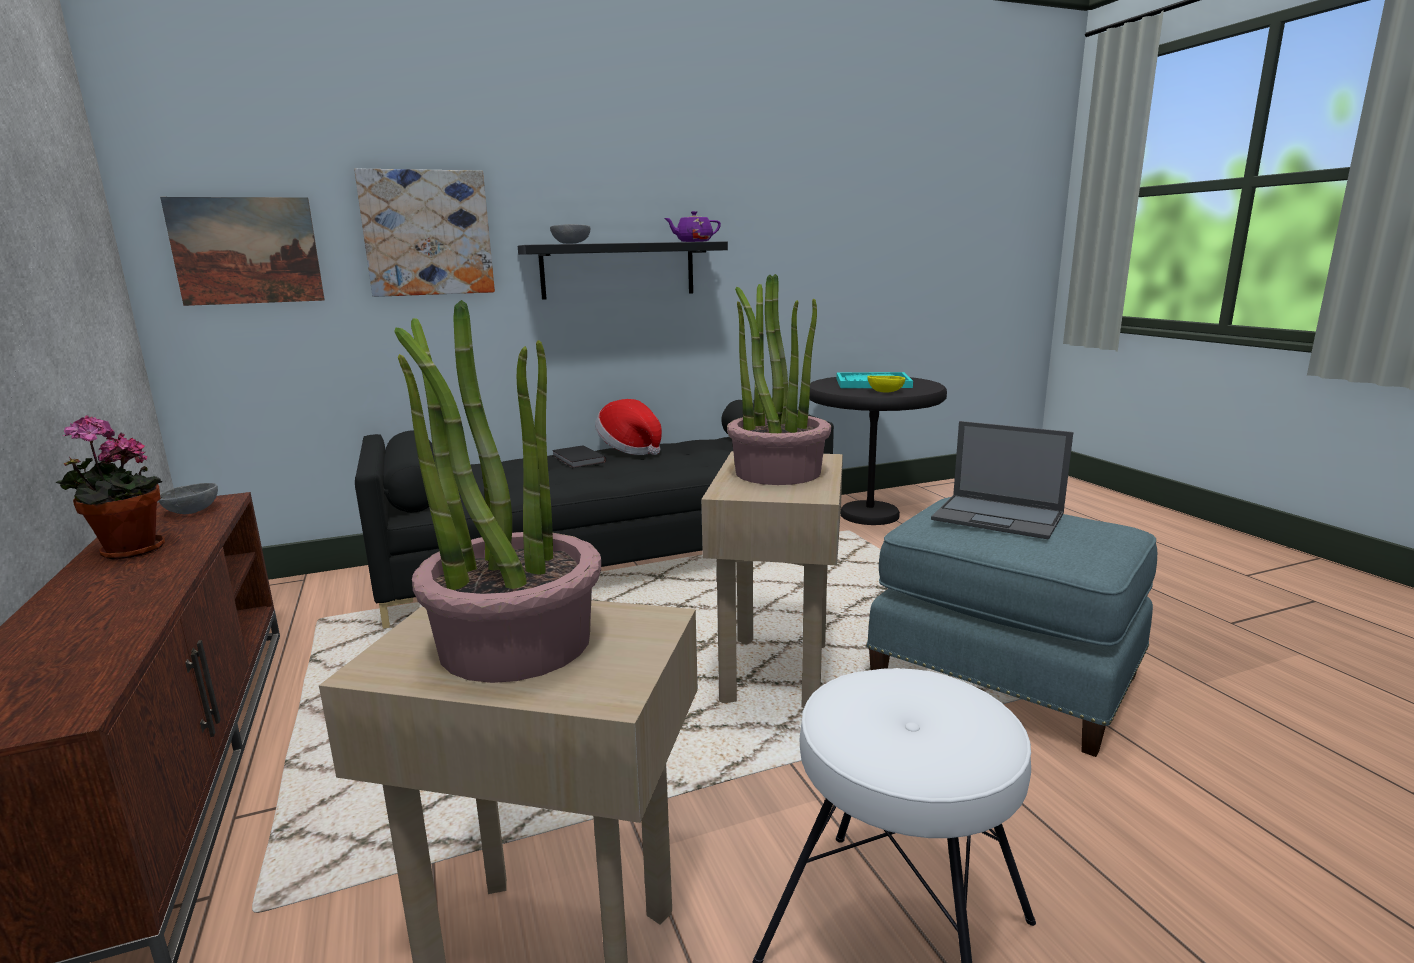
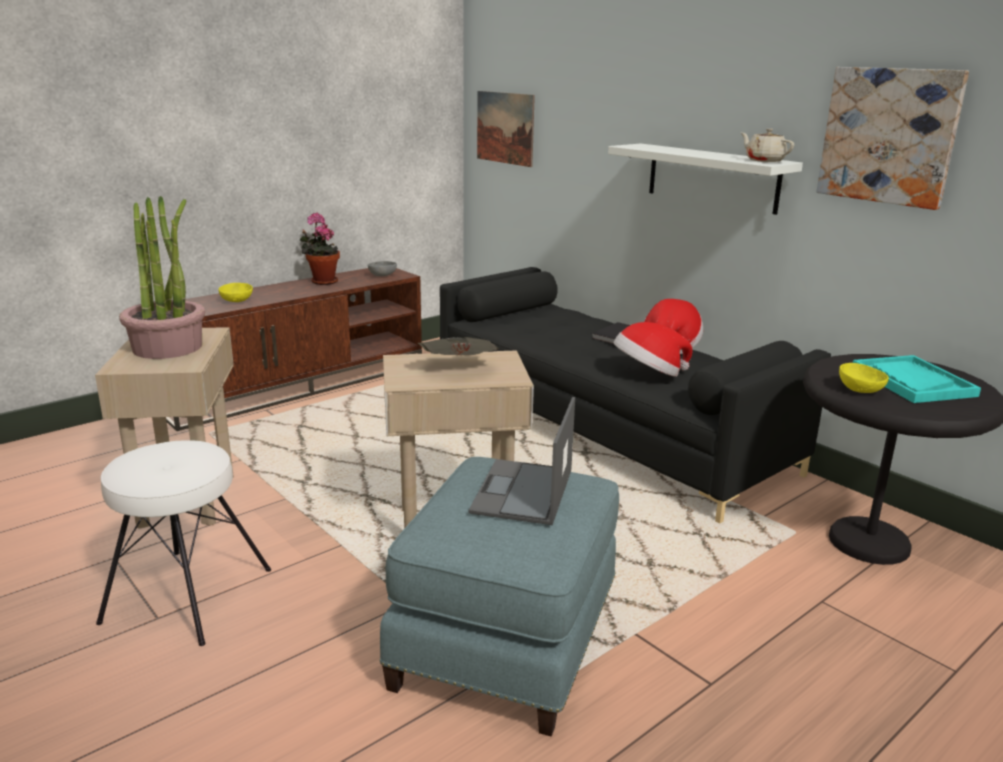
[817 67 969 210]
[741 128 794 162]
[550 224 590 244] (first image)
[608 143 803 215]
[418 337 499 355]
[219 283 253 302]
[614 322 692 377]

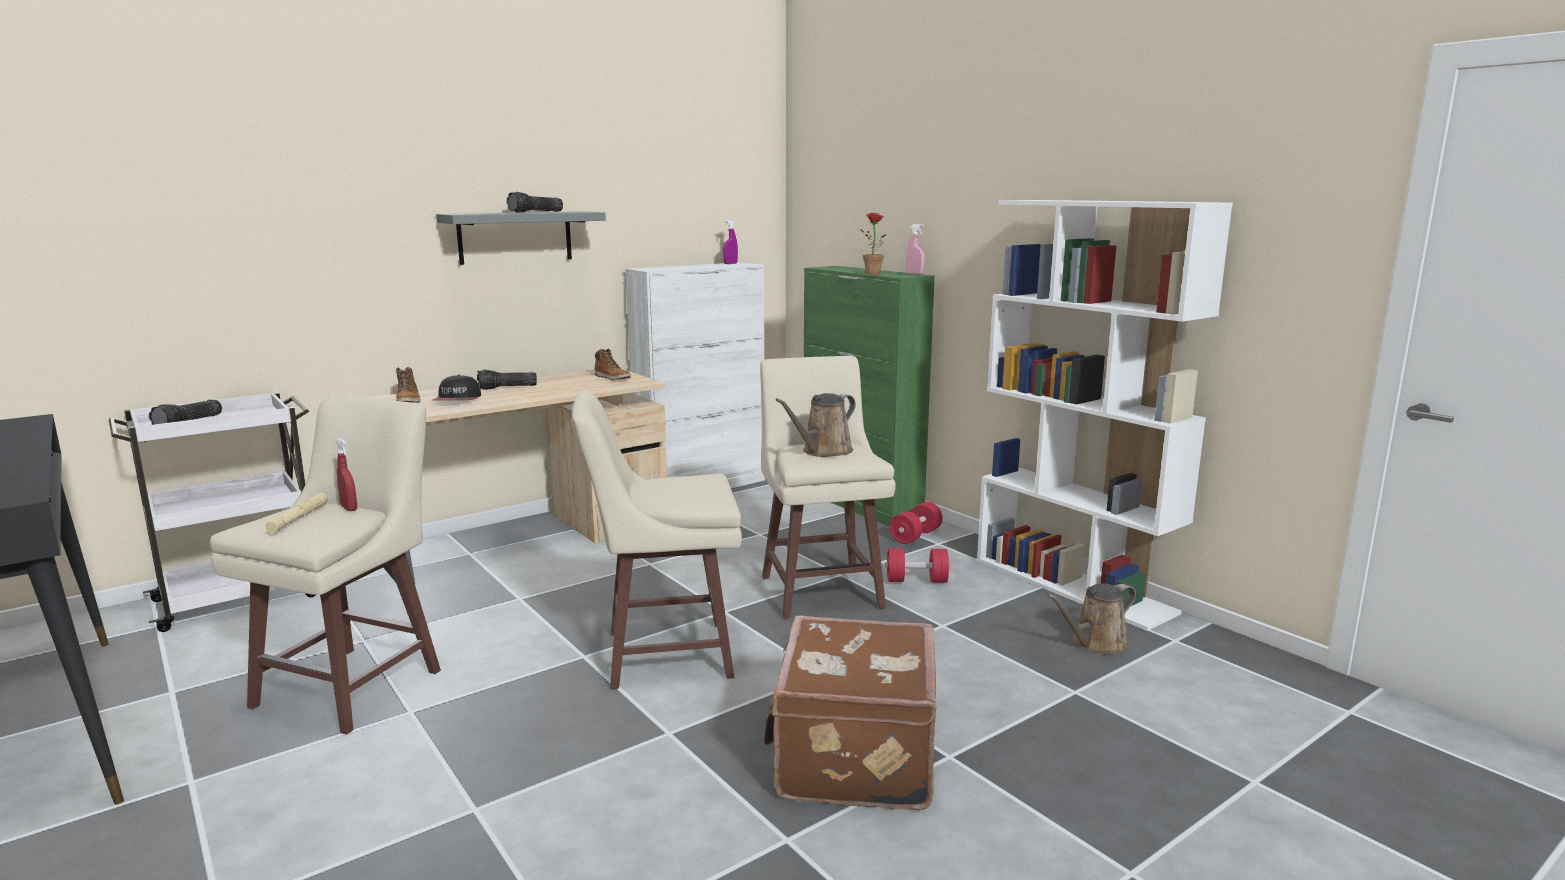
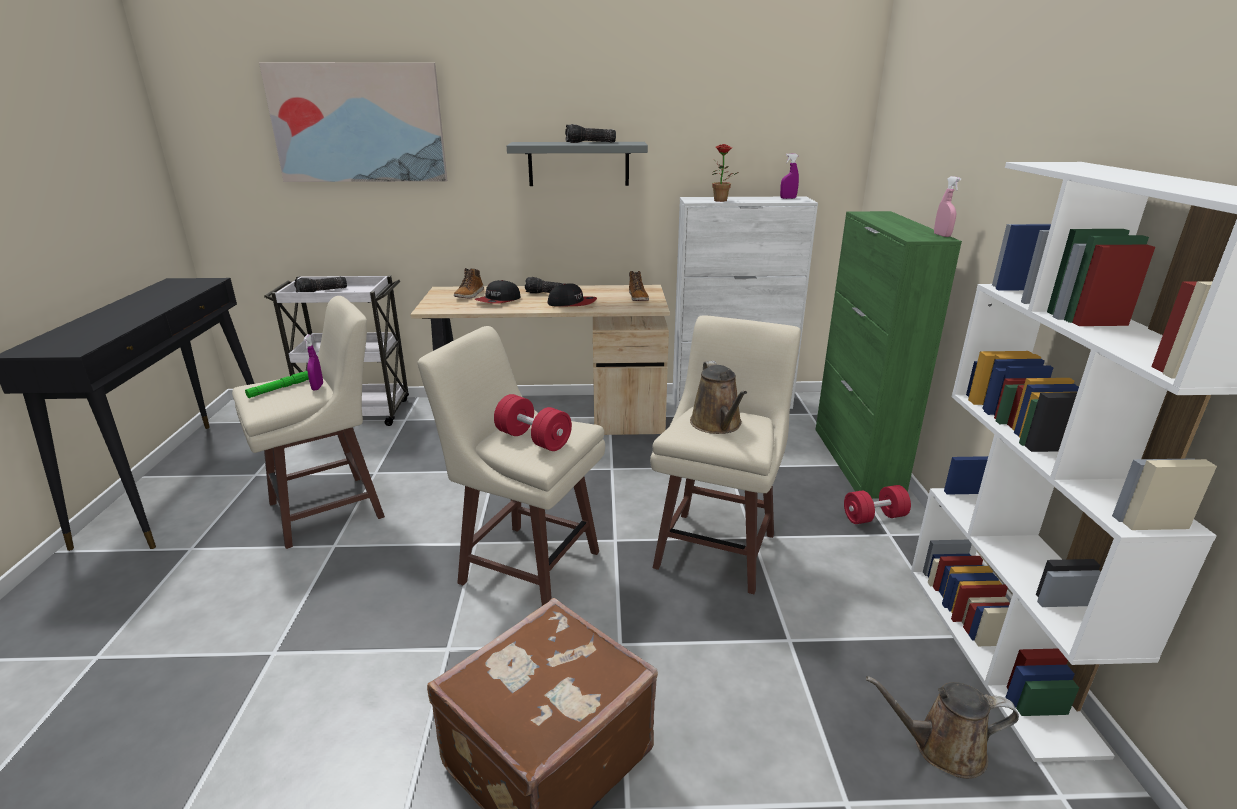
[712 144 739 202]
[690 361 747 434]
[303 334 323 390]
[245 371 309 398]
[494 394 572 451]
[259 62 447 182]
[547 283 597 307]

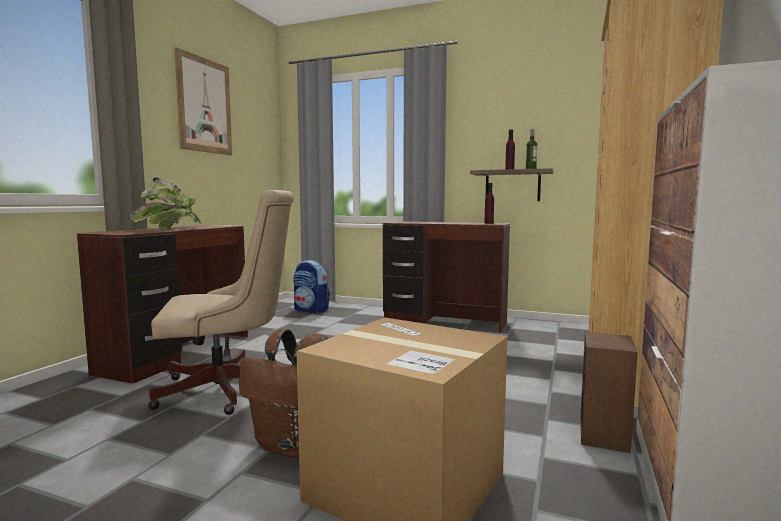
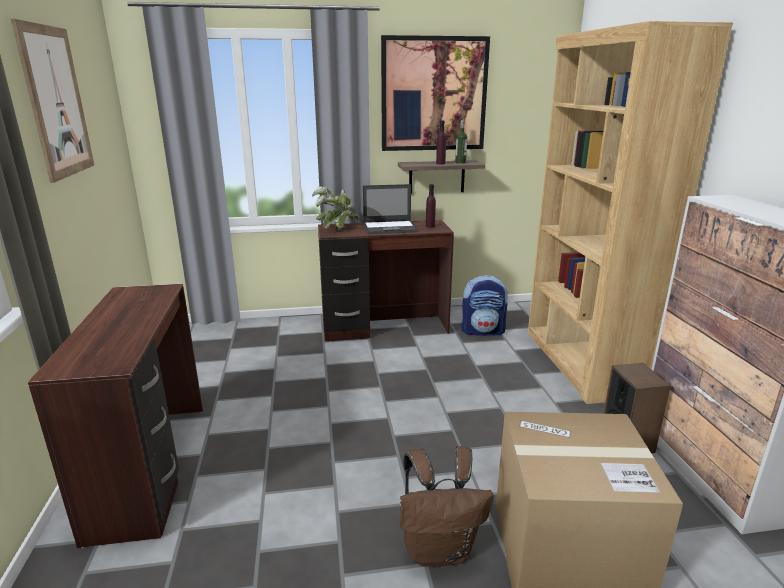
[312 186 359 230]
[148 190 294 415] (first image)
[461 275 508 335]
[381 35 490 151]
[363 184 418 234]

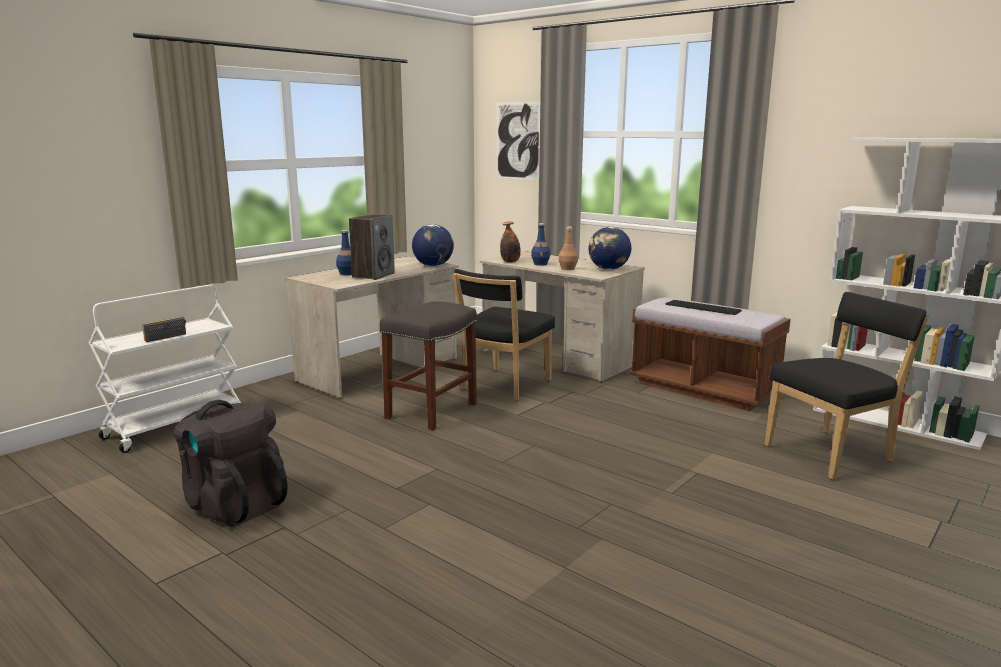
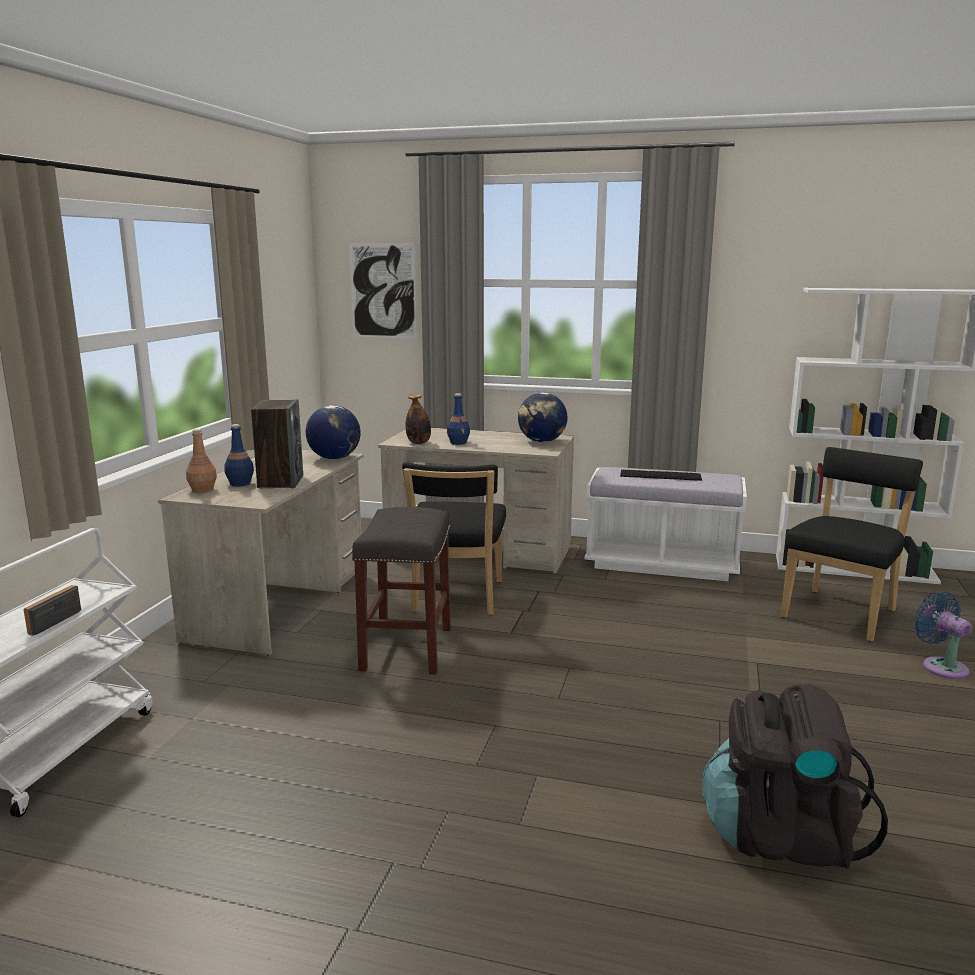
[186 429 217 493]
[584 467 747 581]
[702 684 888 869]
[914 592 972 679]

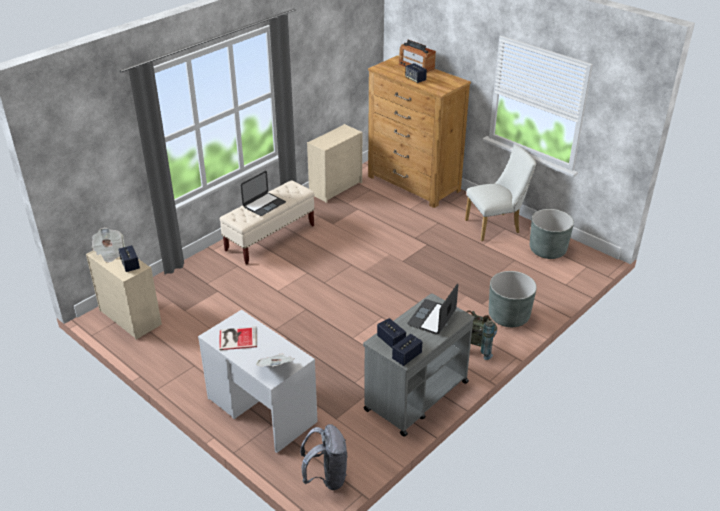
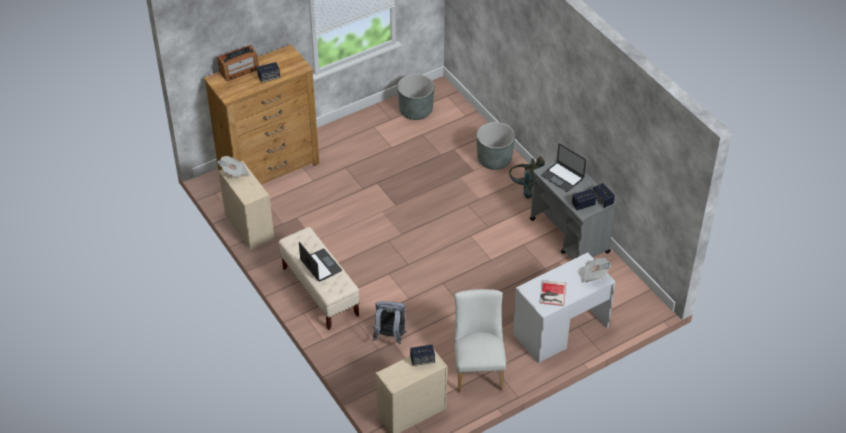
[454 289 506 392]
[218 156 249 177]
[373 301 407 344]

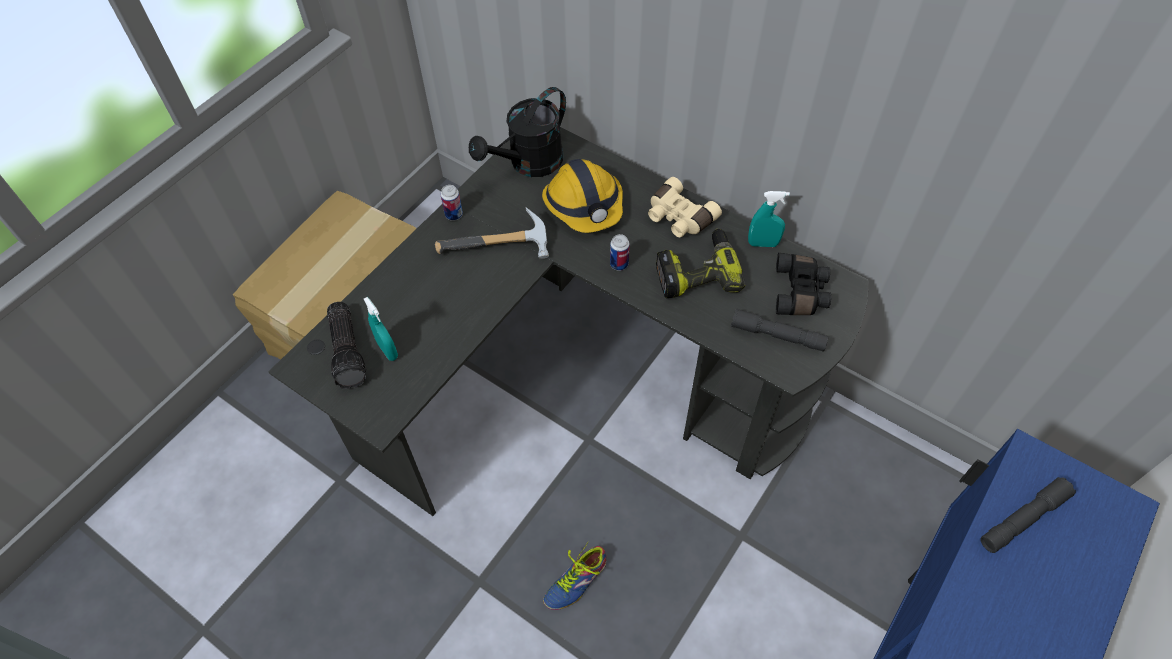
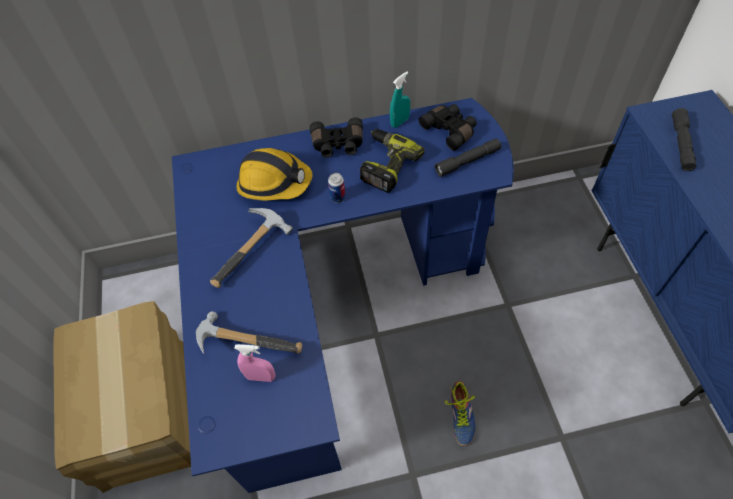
[469 87 566 177] (first image)
[172 98 514 493]
[310 117 363 158]
[440 185 463 221] (first image)
[234 344 276 382]
[327 302 366 389] (first image)
[196 311 302 354]

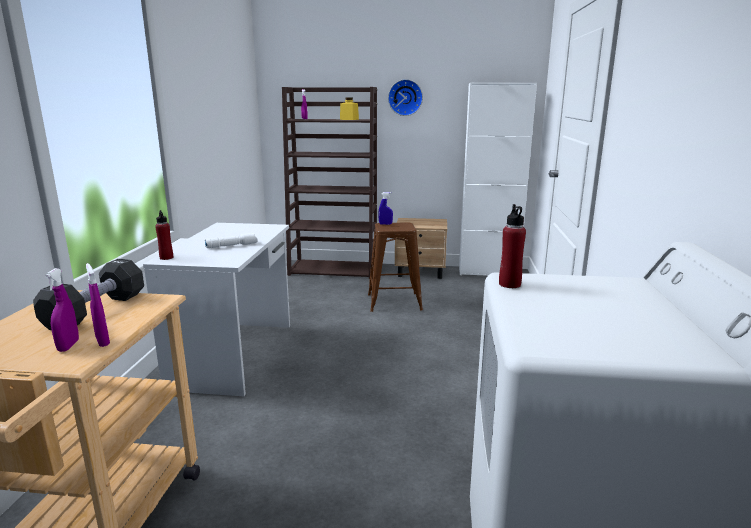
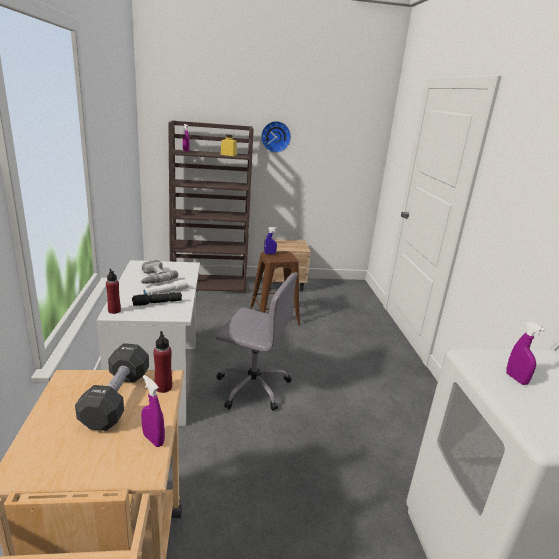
[459 83 537 276] (first image)
[154 331 172 393]
[506 322 545 385]
[141 260 178 284]
[215 272 298 411]
[132 292 182 306]

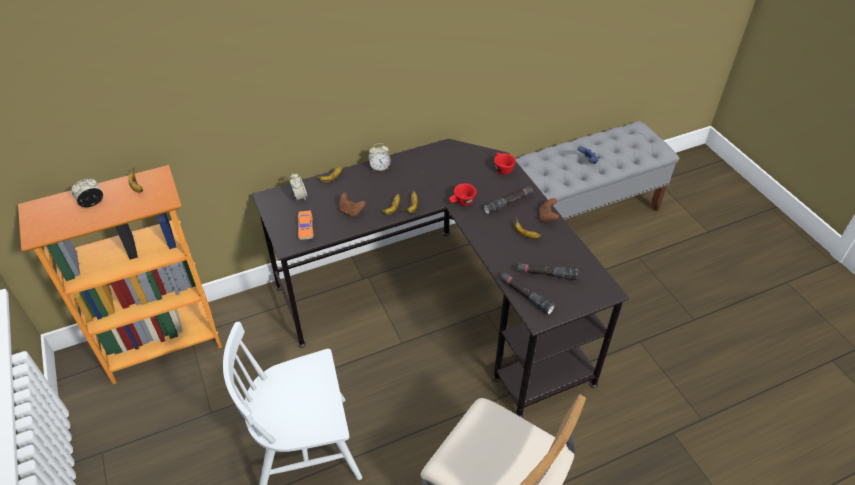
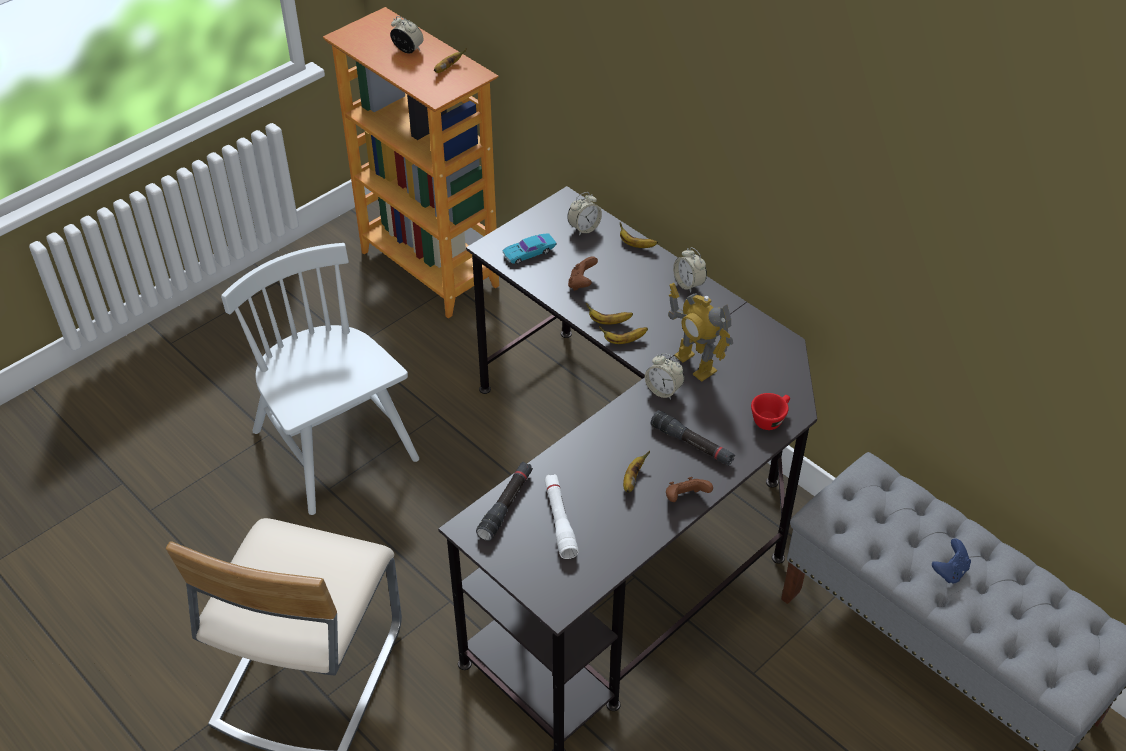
[645 353 684 400]
[503 233 556 264]
[544 474 578 559]
[668 283 733 382]

